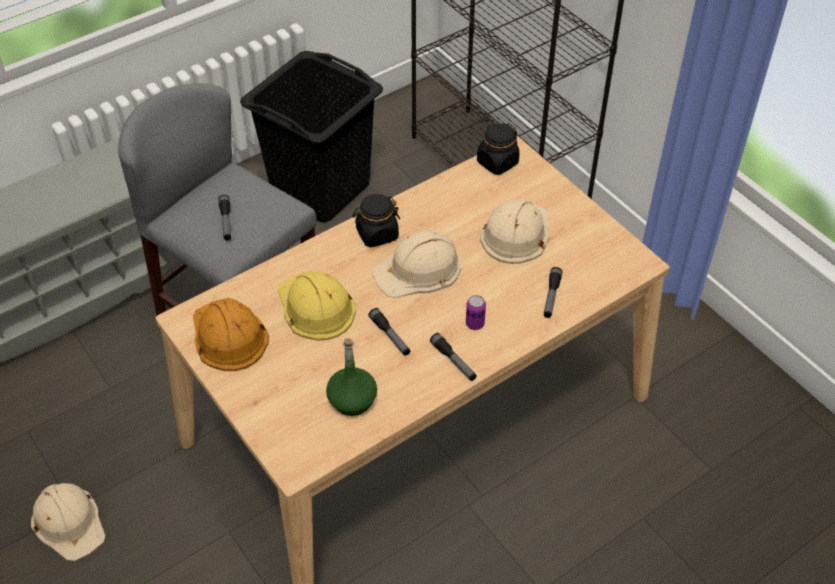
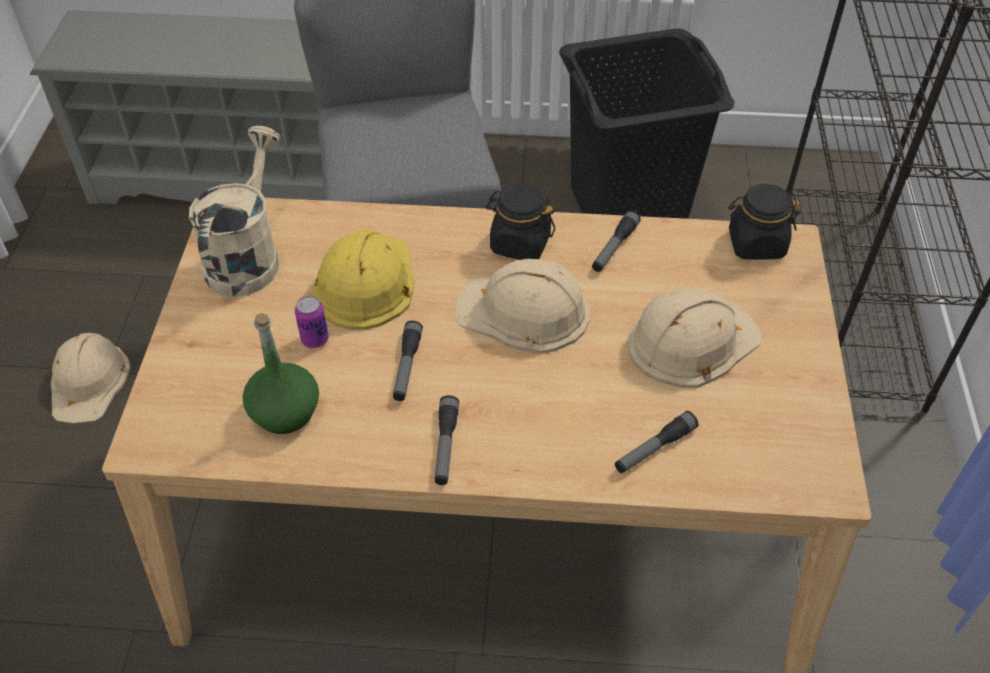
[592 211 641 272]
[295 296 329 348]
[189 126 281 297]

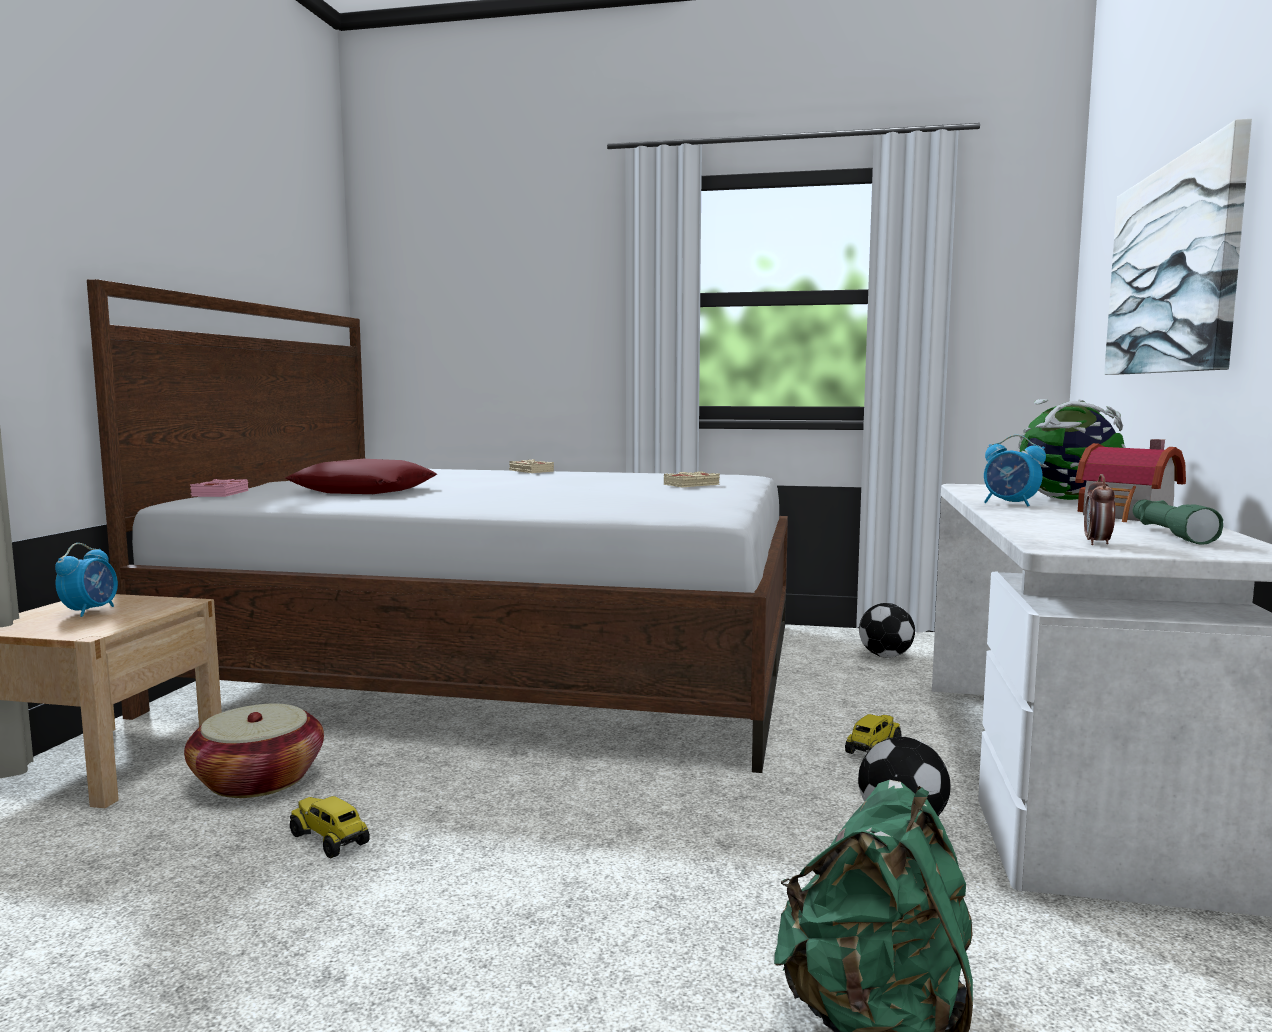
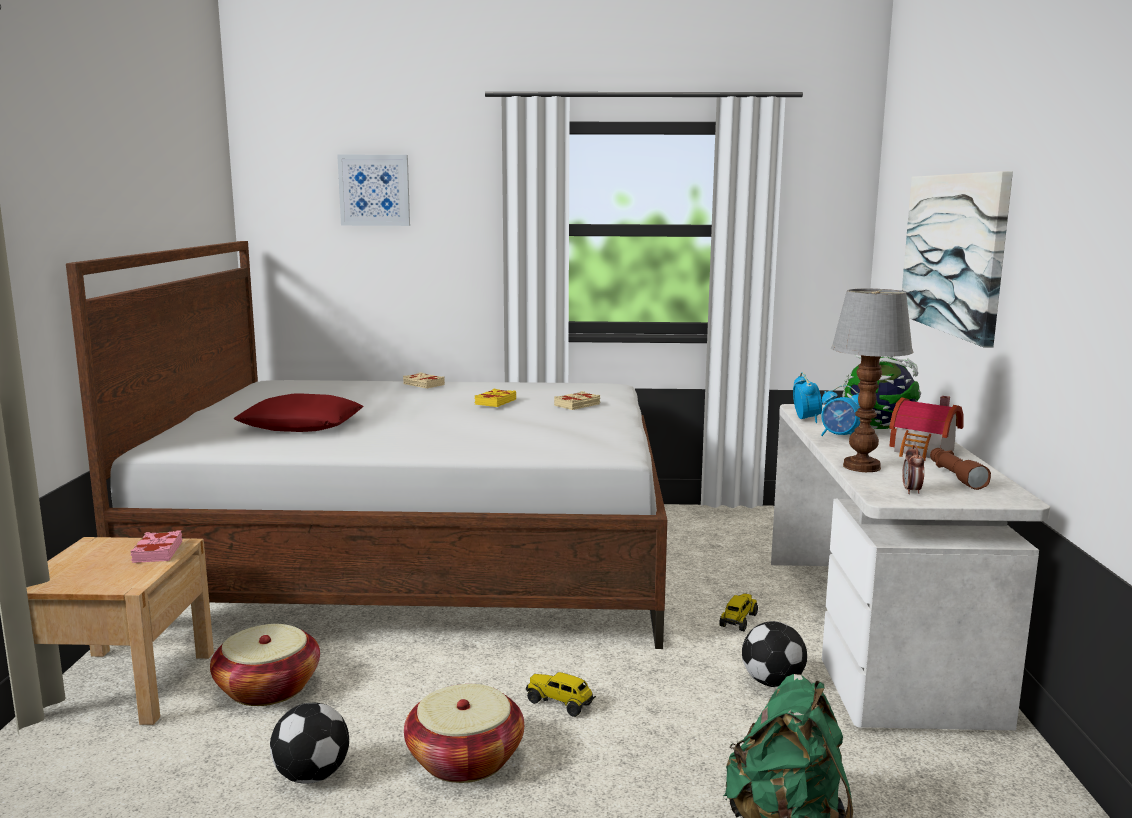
[131 530 183 563]
[930 448 991 490]
[793 372 822 423]
[270 703 349 784]
[526 672 596 717]
[337 155 410 226]
[831 289 913 472]
[474 389 516 407]
[404 684 524 783]

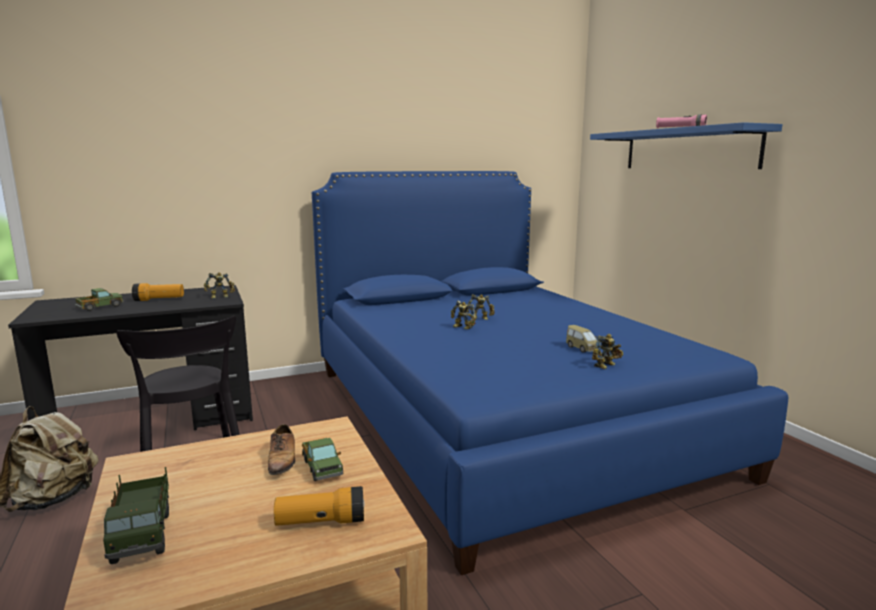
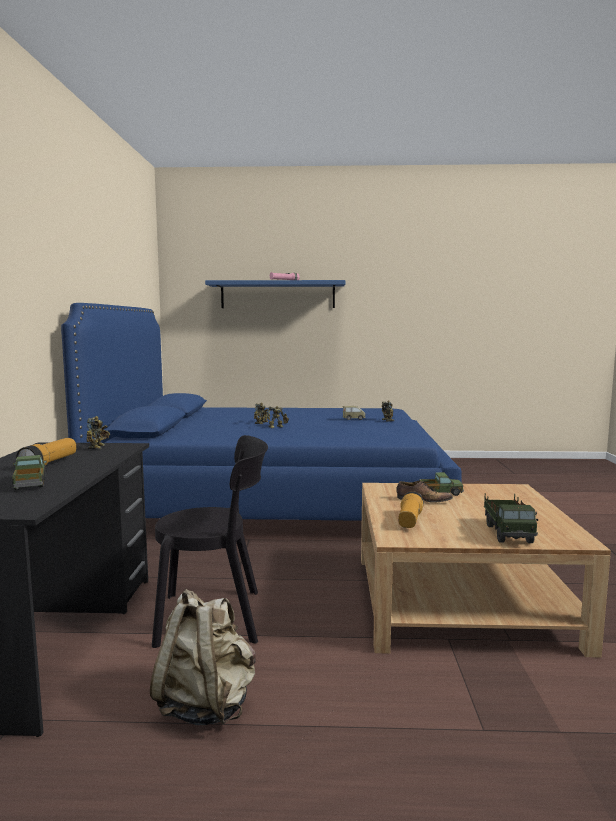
[484 493 538 543]
[398 491 424 528]

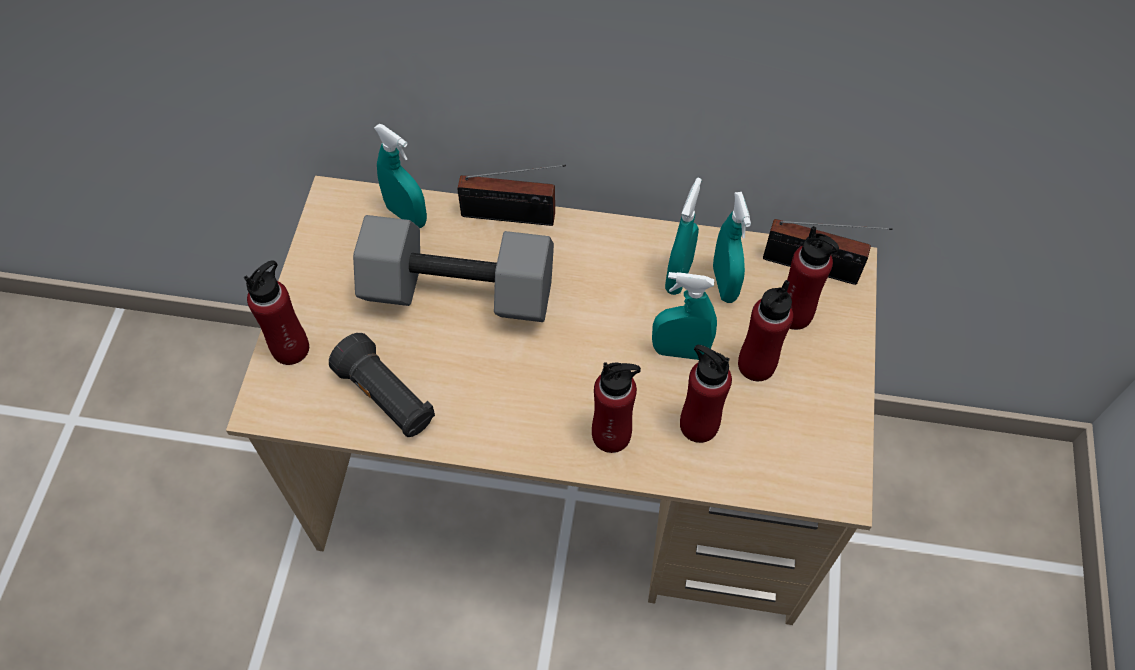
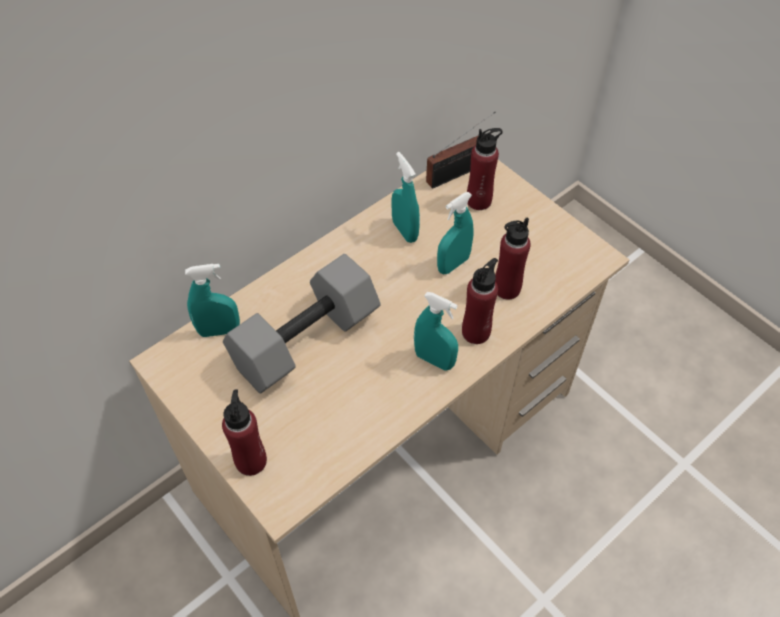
[457 164 566 226] (first image)
[414 292 458 371]
[738 280 793 381] (first image)
[329 333 435 437] (first image)

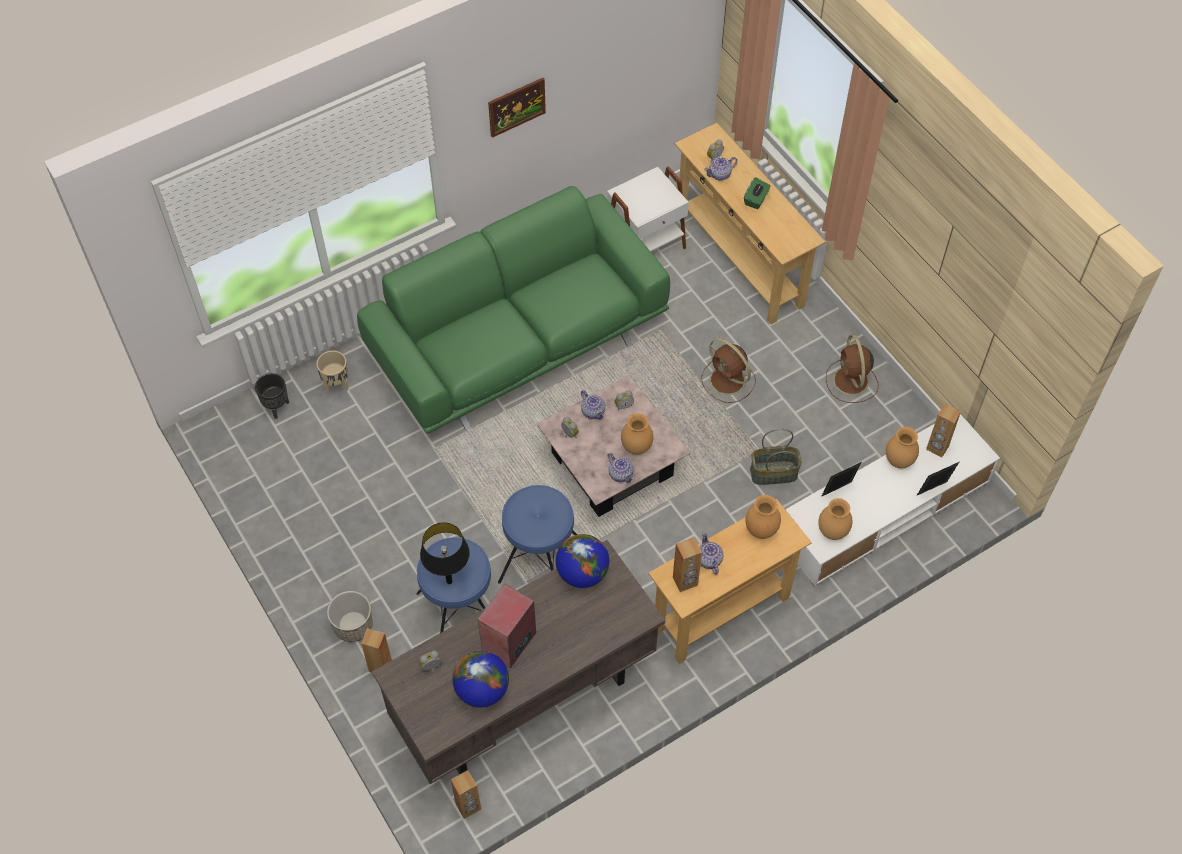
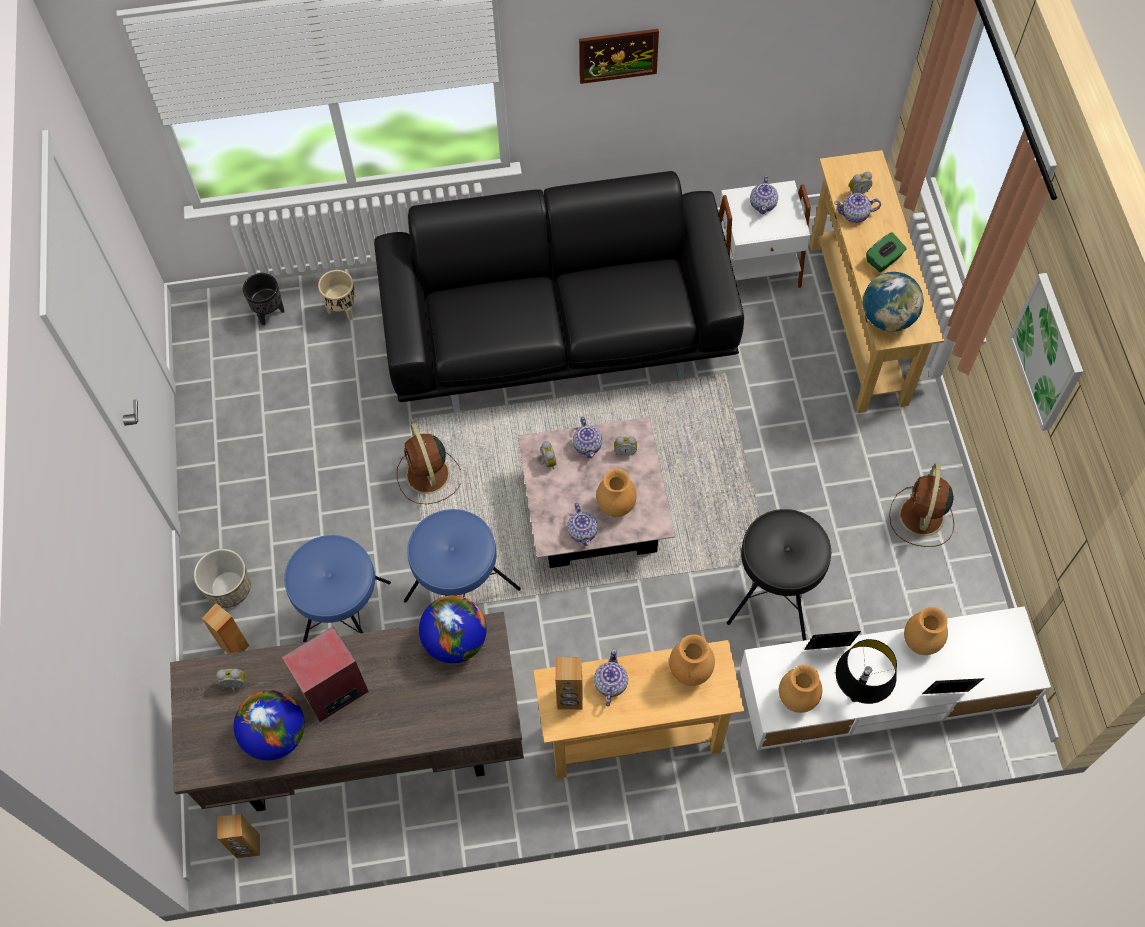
[374 171 744 413]
[397 423 461 504]
[926 403 961 457] (first image)
[727 509 831 641]
[836 639 897 704]
[750 176 778 214]
[863 272 924 332]
[1009 273 1083 431]

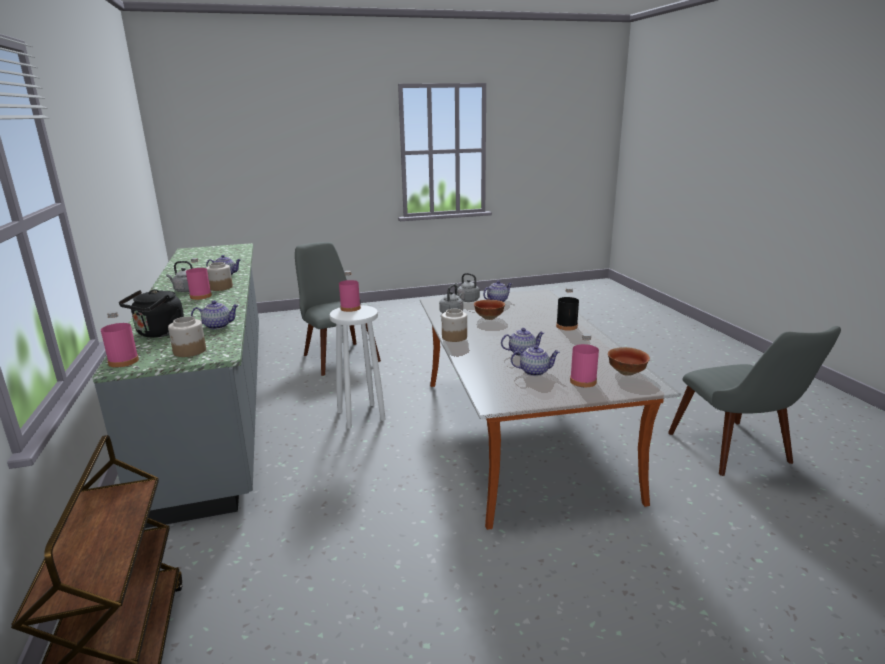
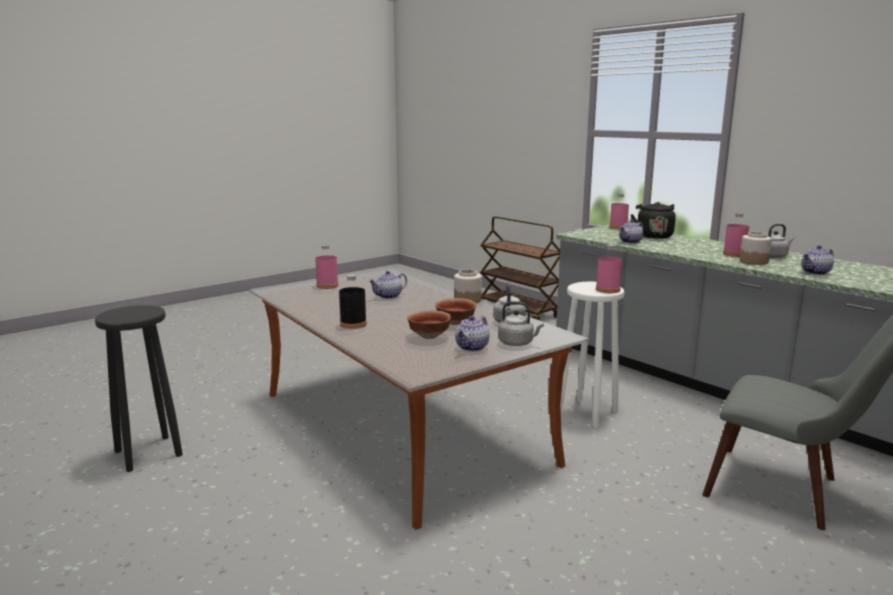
[168 316 206 357] (first image)
[95 305 183 472]
[511 345 560 376] (first image)
[407 311 451 339]

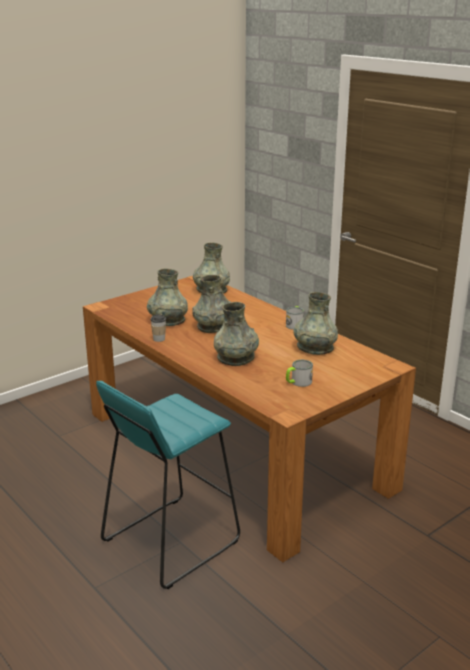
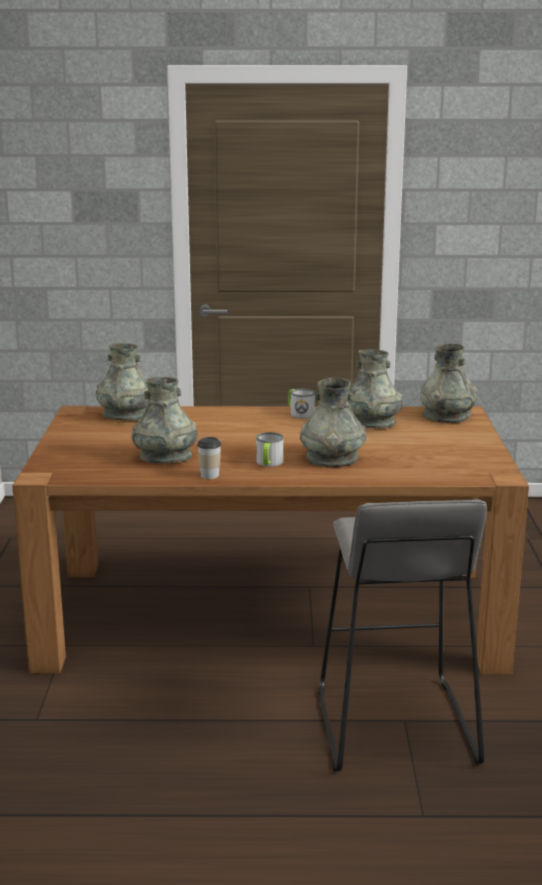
[420 344 478 423]
[256 432 283 467]
[318 499 487 771]

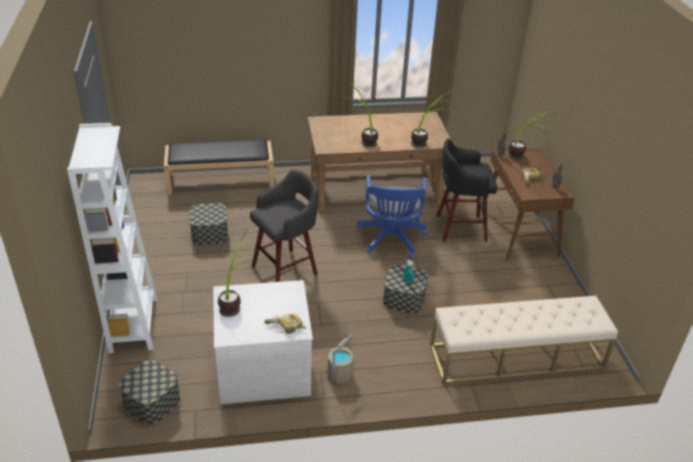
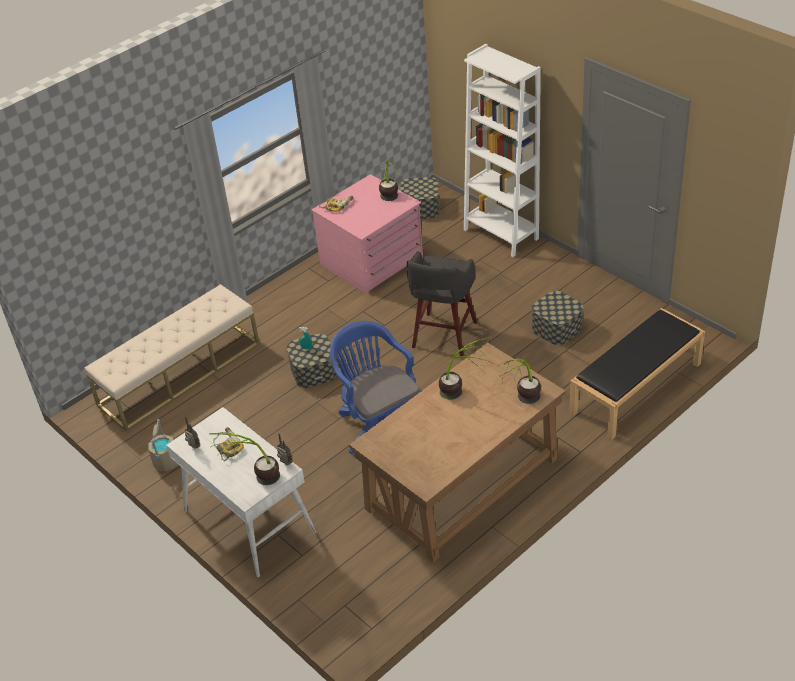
[495 359 541 404]
[437 139 497 242] (first image)
[166 407 316 577]
[312 174 423 294]
[148 419 178 471]

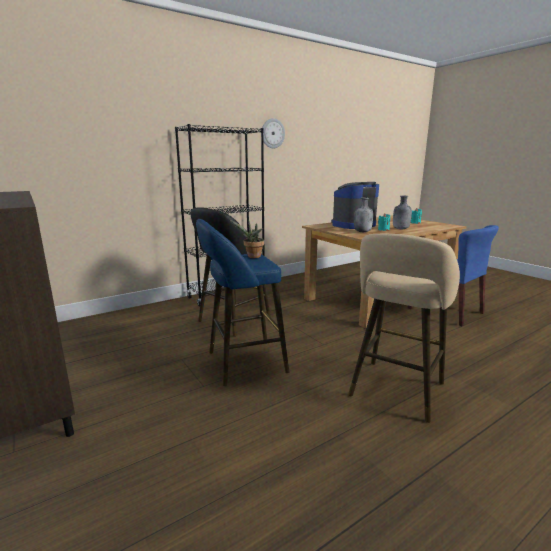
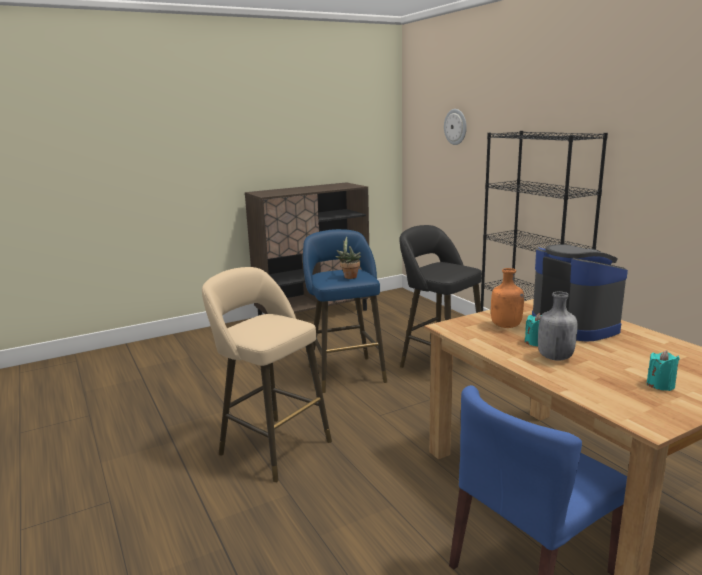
[444 109 467 145]
[491 268 524 328]

